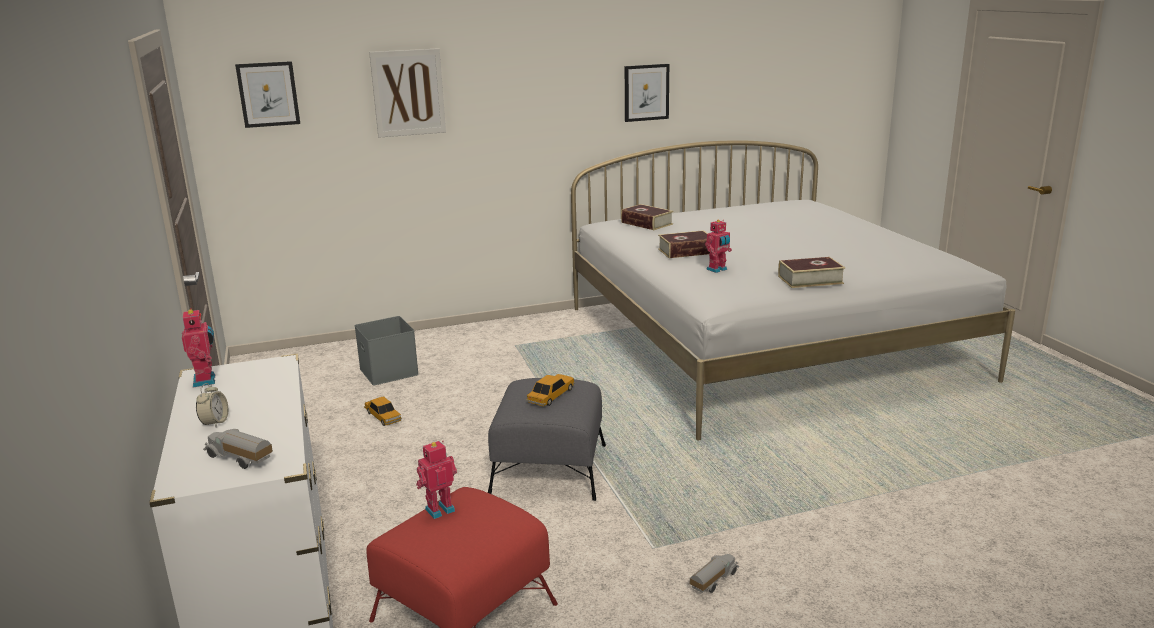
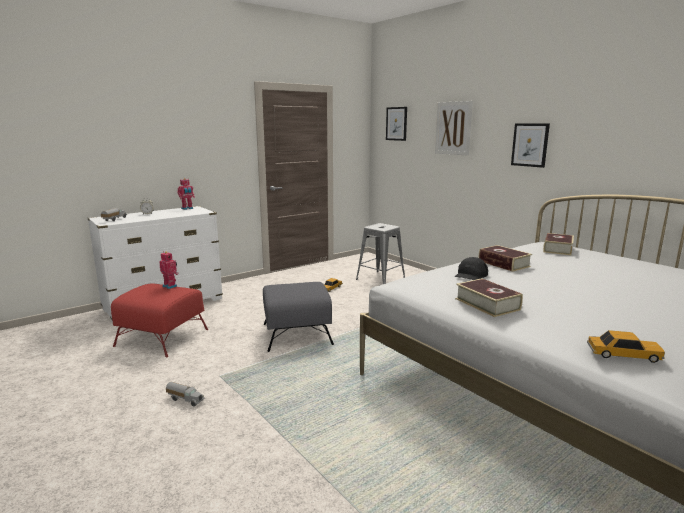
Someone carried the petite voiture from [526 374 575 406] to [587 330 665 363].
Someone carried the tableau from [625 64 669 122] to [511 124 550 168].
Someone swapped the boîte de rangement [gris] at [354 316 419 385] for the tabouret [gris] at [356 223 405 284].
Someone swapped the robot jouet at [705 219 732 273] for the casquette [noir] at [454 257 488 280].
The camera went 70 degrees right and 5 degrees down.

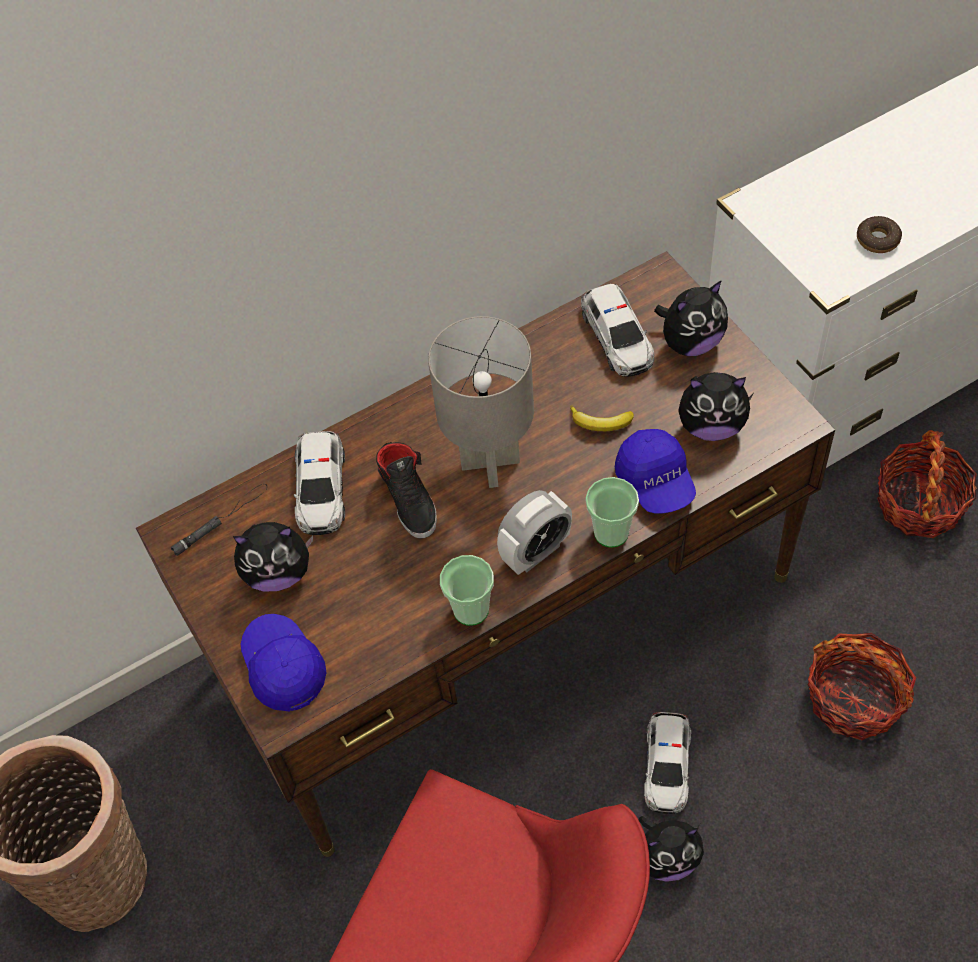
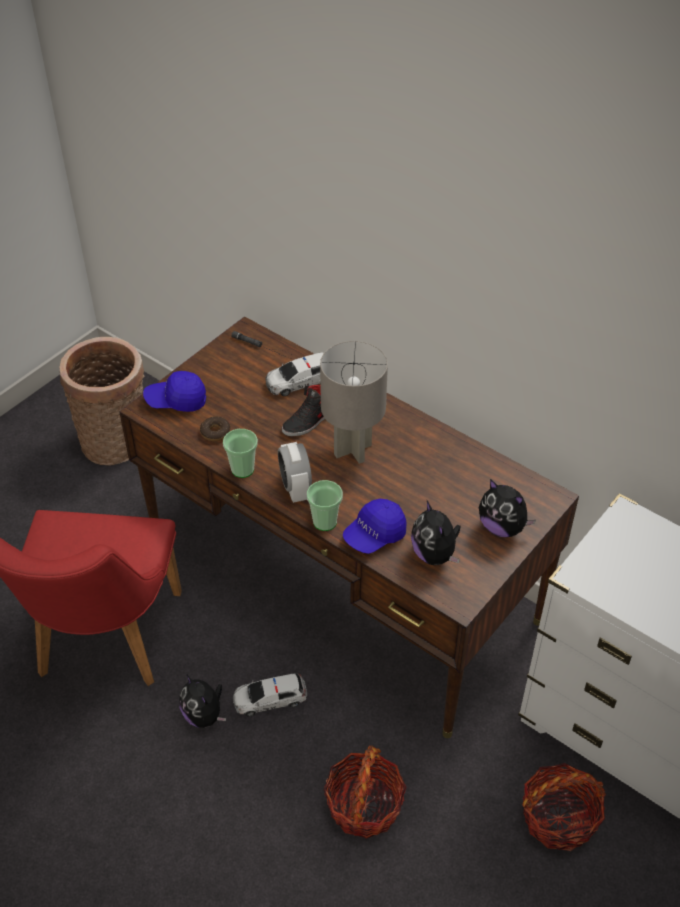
Someone took away the peluche at [233 522 313 592].
Someone took away the banane at [570 405 634 431].
Someone took away the petite voiture at [581 284 654 377].
Someone carried the beignet from [857 216 902 253] to [200 417 230 441].
Someone rotated the casquette [bleu] at [241 614 326 711] by 135 degrees counterclockwise.
Someone rotated the réveil at [497 490 572 575] by 45 degrees clockwise.
The camera went 65 degrees right and 10 degrees down.

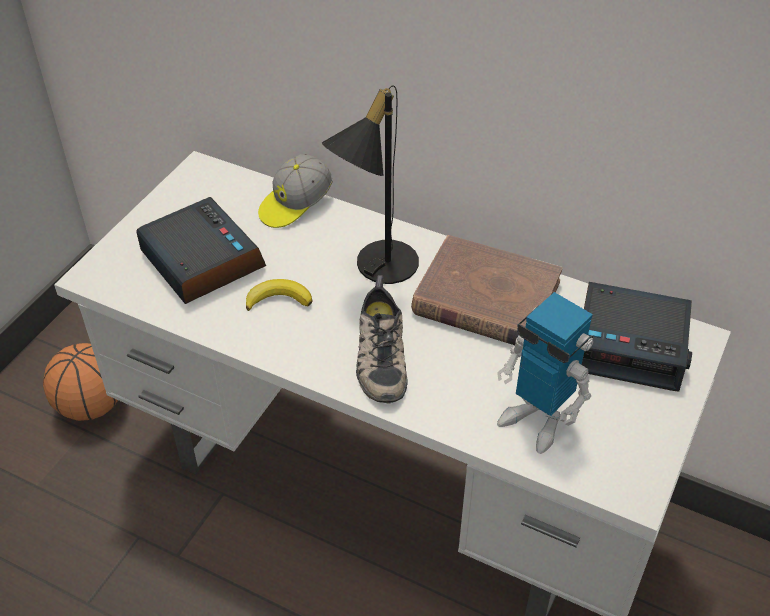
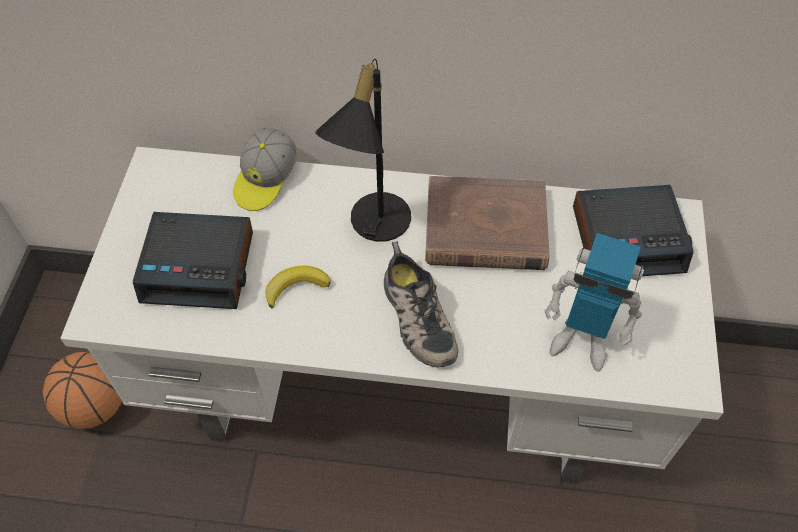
Someone rotated the réveil at [136 197 266 304] by 150 degrees clockwise.
The camera went 20 degrees left and 10 degrees up.

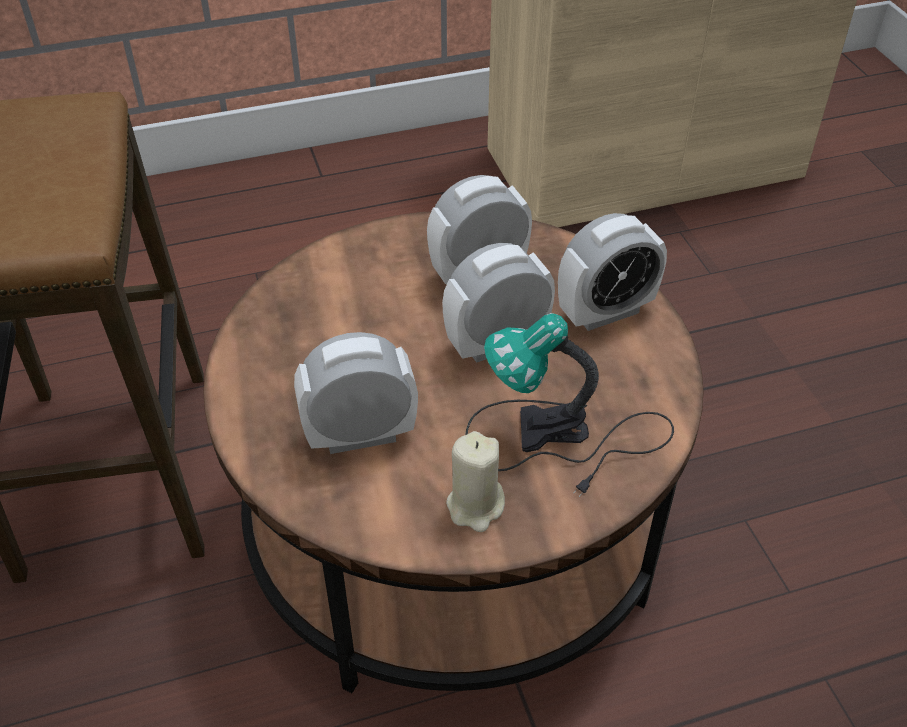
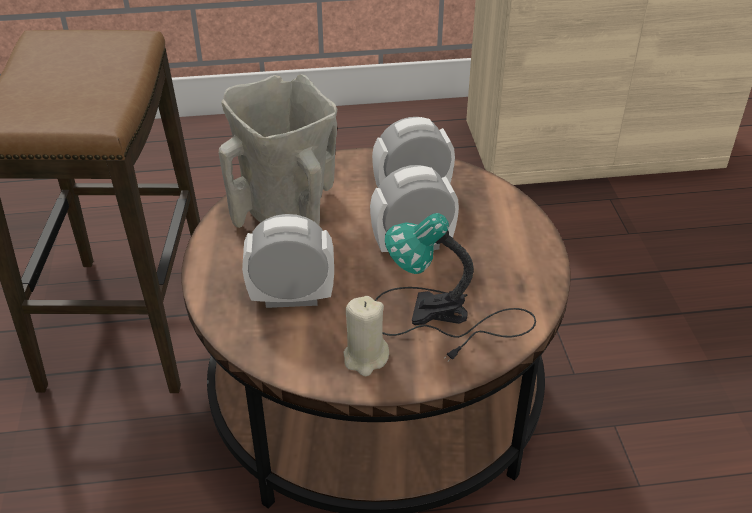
Someone took away the réveil at [558 213 667 331].
Someone put down the vase [beige] at [219 74 337 228].
The camera went 10 degrees right and 5 degrees down.

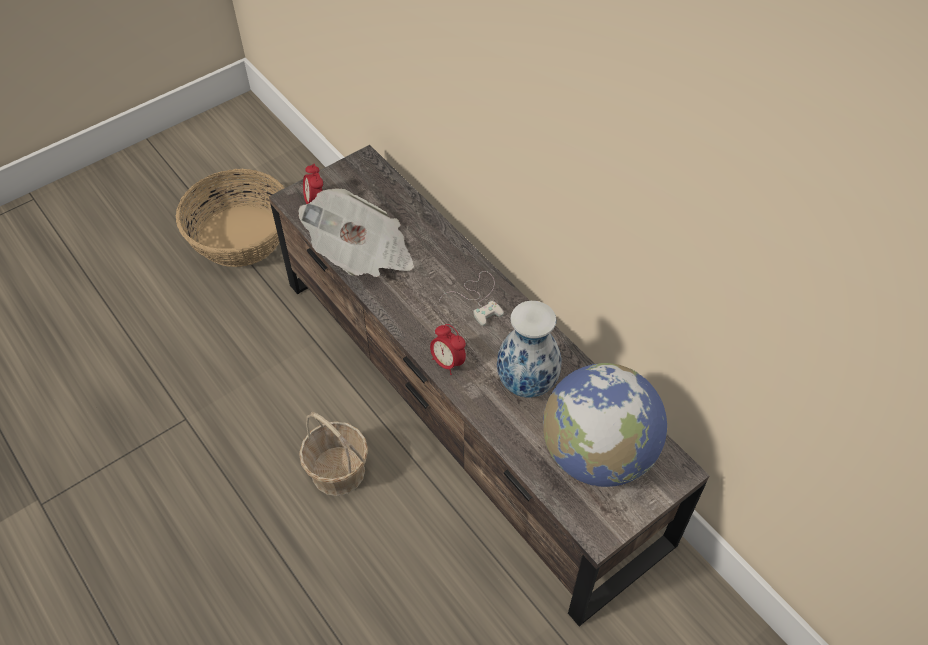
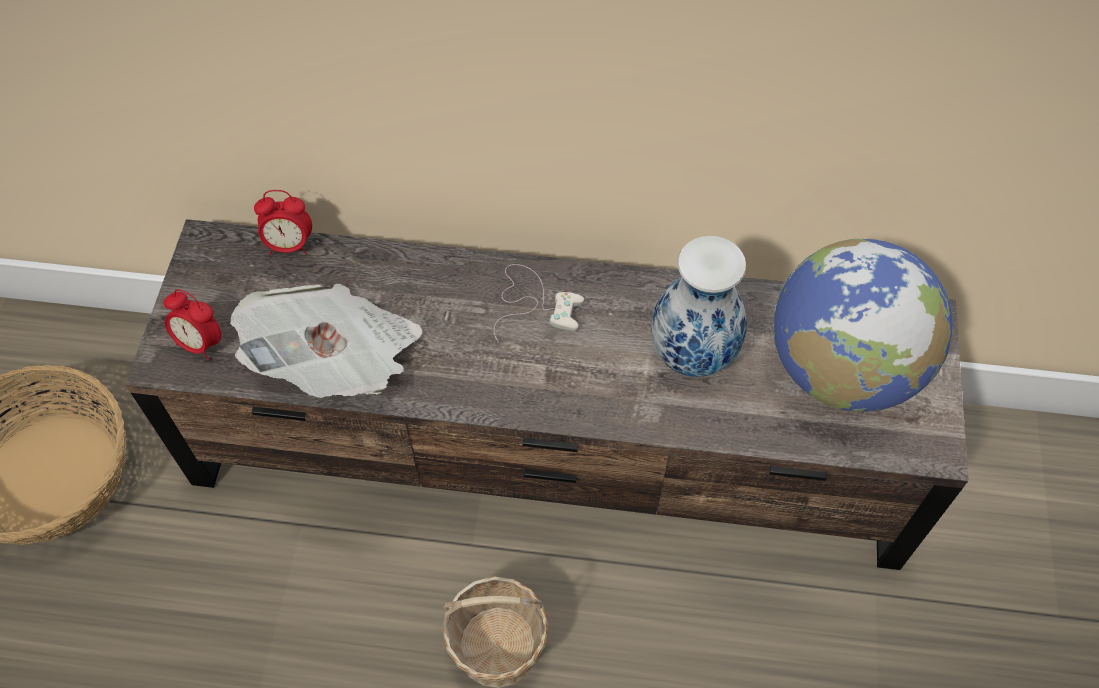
Someone carried the réveil from [430 324 466 375] to [254 190 312 255].
The camera went 45 degrees left and 5 degrees up.

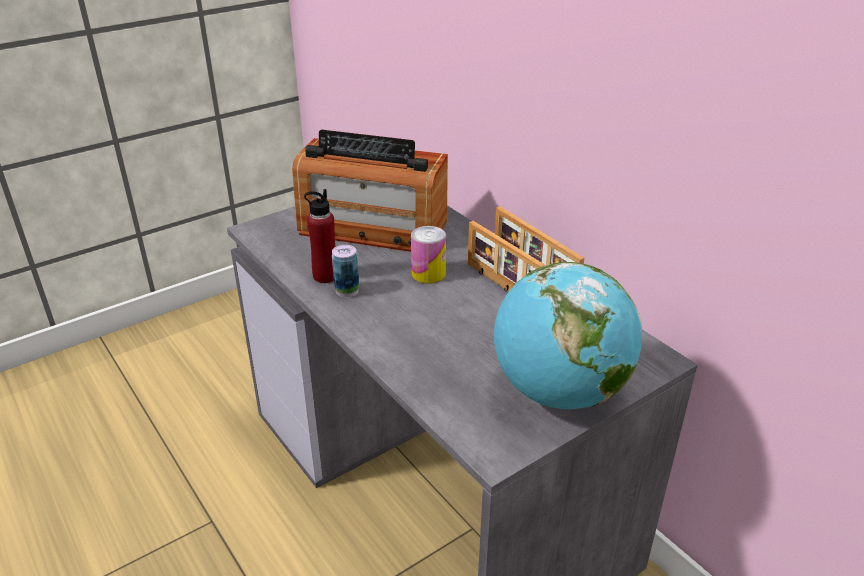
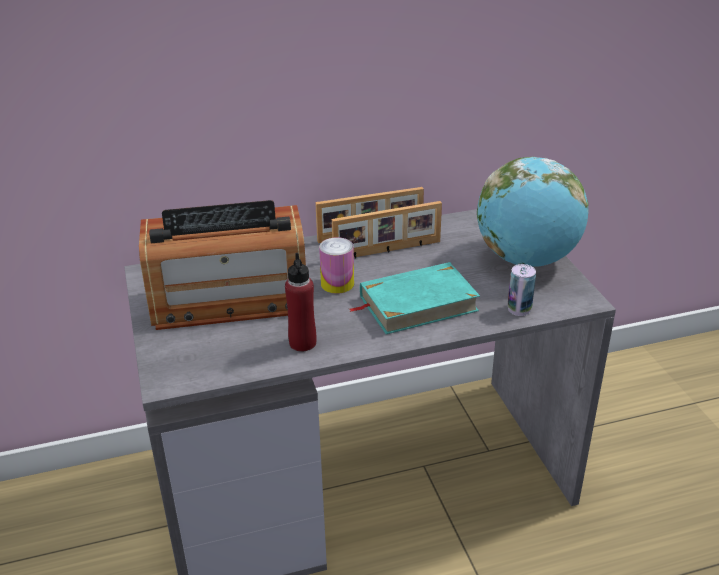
Someone put down the livre [turquoise] at [349 262 480 334].
Someone carried the boîte métallique from [332 245 359 298] to [508 264 536 316].
Someone rotated the radio at [292 130 448 252] by 45 degrees clockwise.
The camera went 70 degrees left and 0 degrees up.

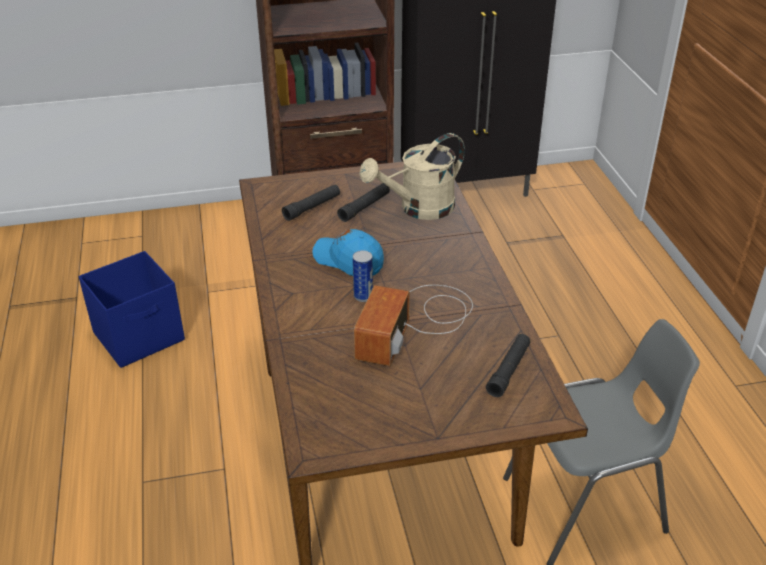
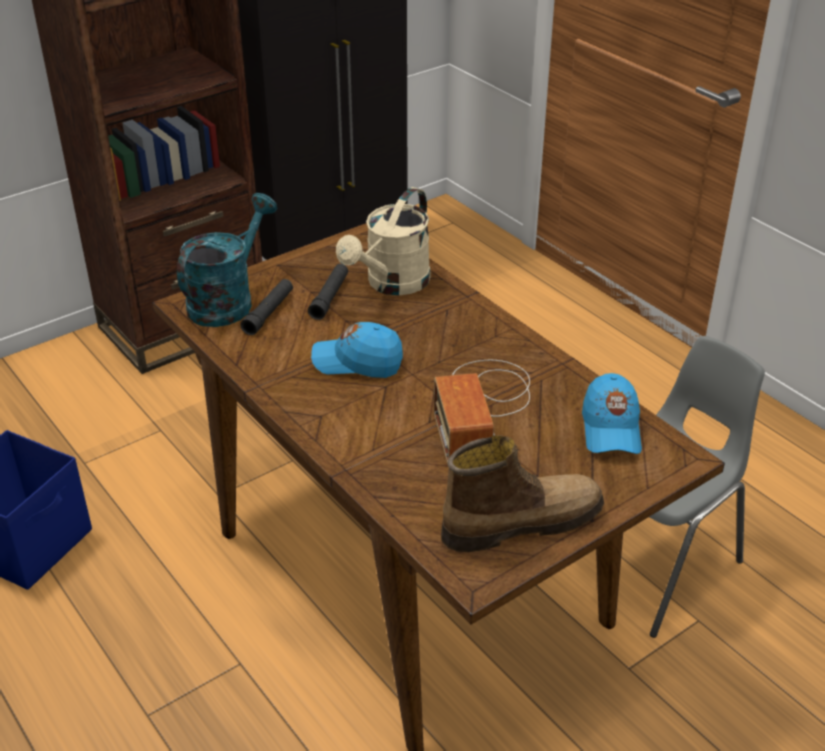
Someone took away the boîte métallique at [353 250 373 302].
Someone put down the arrosoir [turquoise] at [177 193 277 327].
Someone put down the botte at [441 435 604 552].
Someone swapped the lampe de poche [noir] at [486 334 531 397] for the casquette [bleu] at [582 373 642 454].
The camera went 25 degrees left and 0 degrees up.

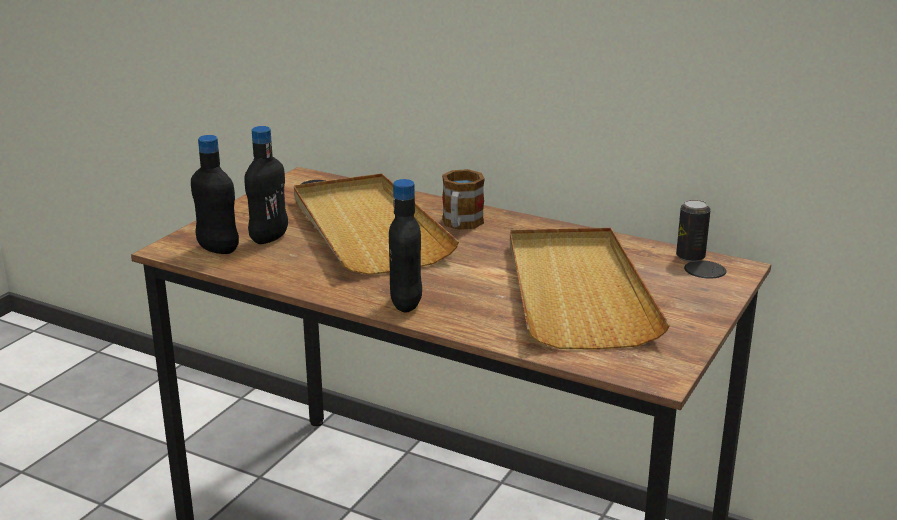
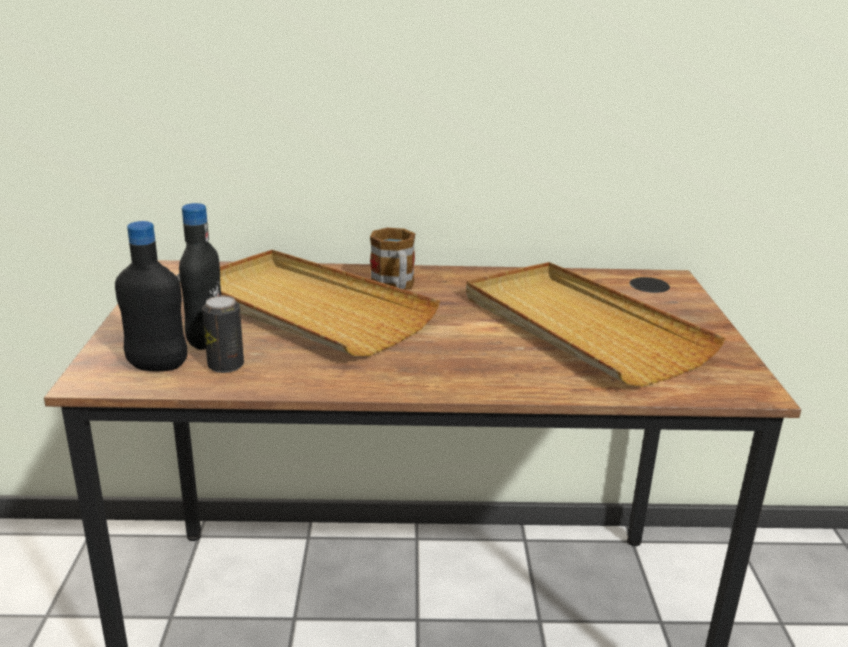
Someone took away the bouteille [noir] at [389 179 422 313].
Someone carried the boîte métallique from [676 200 711 262] to [202 296 244 373].
The camera went 30 degrees left and 0 degrees up.

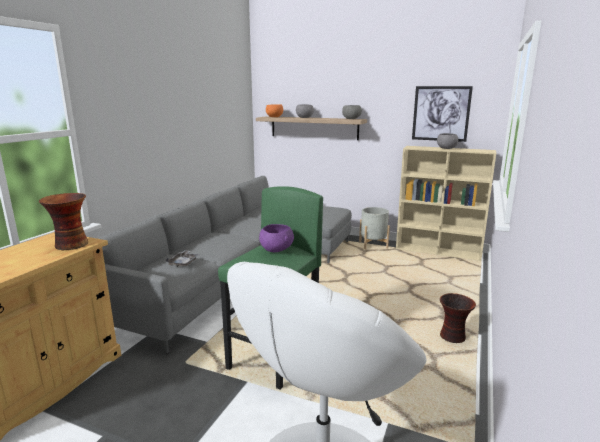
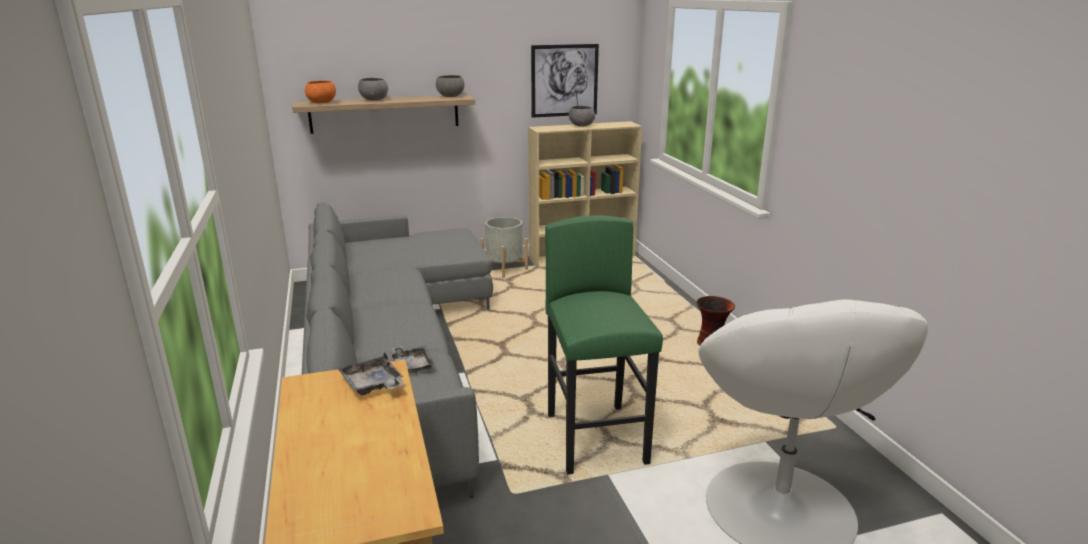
Someone took away the bol [violet] at [259 224 294 252].
Someone swapped the vase at [39 193 88 250] for the plateau [gris] at [338 352 405 395].
The camera went 40 degrees left and 5 degrees up.

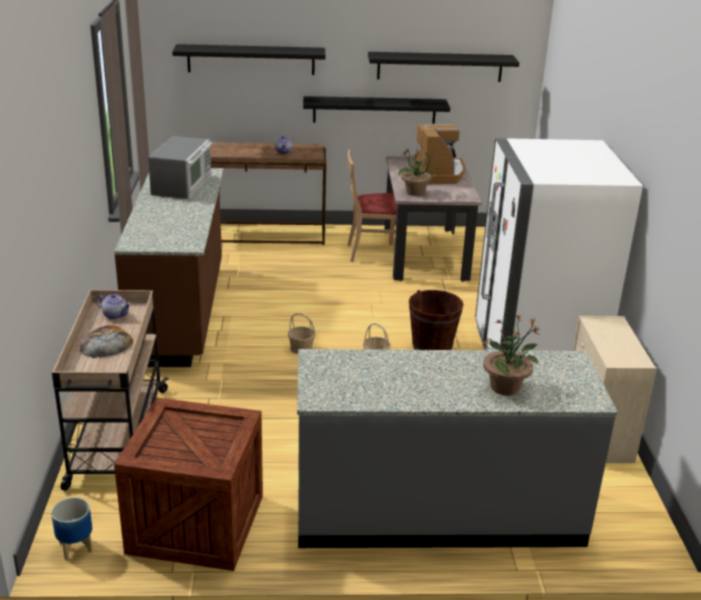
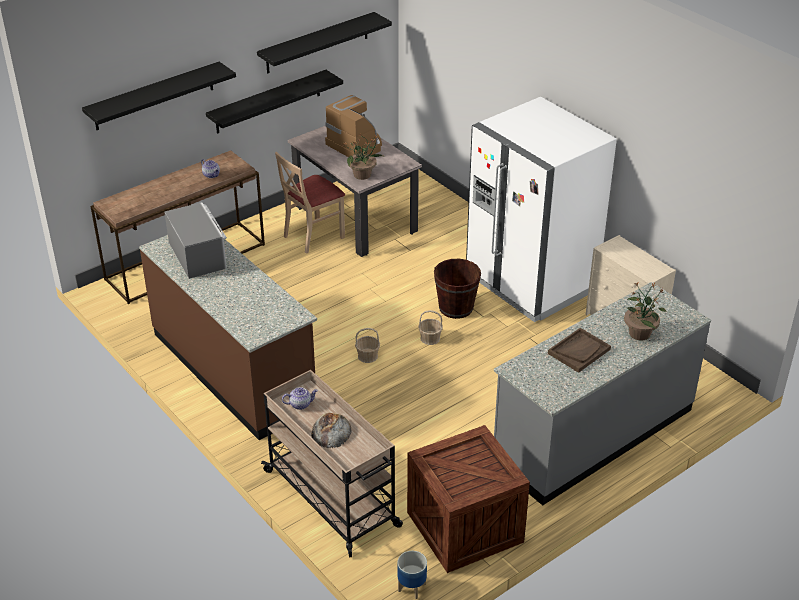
Someone put down the plateau [marron] at [548 328 611 373].
The camera went 35 degrees left and 10 degrees up.

